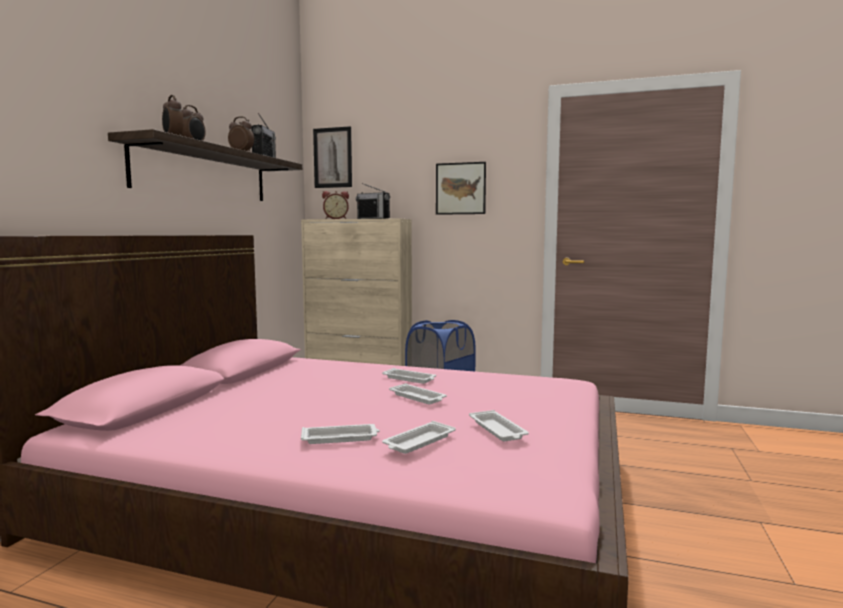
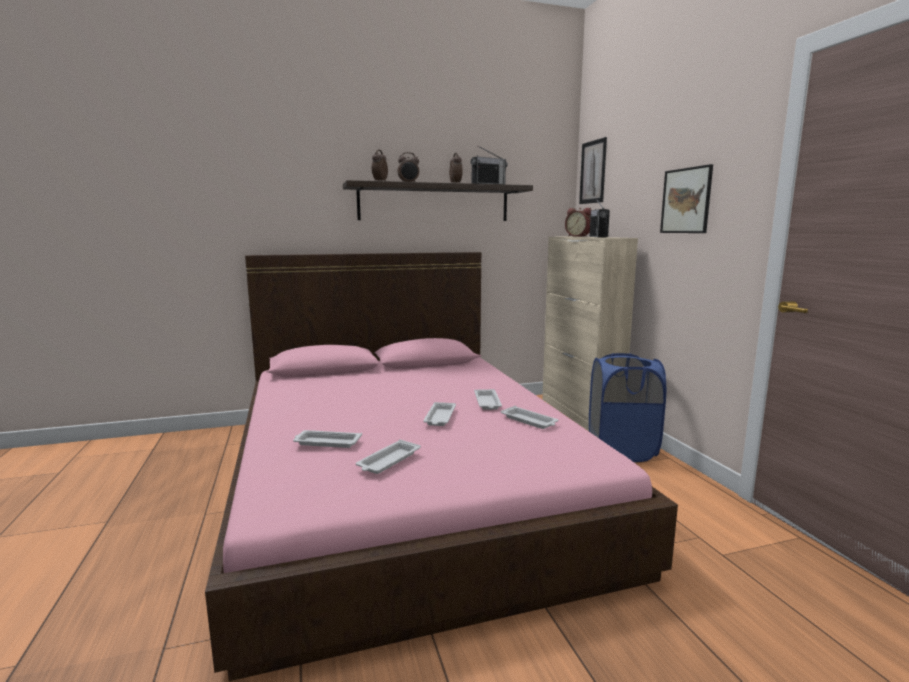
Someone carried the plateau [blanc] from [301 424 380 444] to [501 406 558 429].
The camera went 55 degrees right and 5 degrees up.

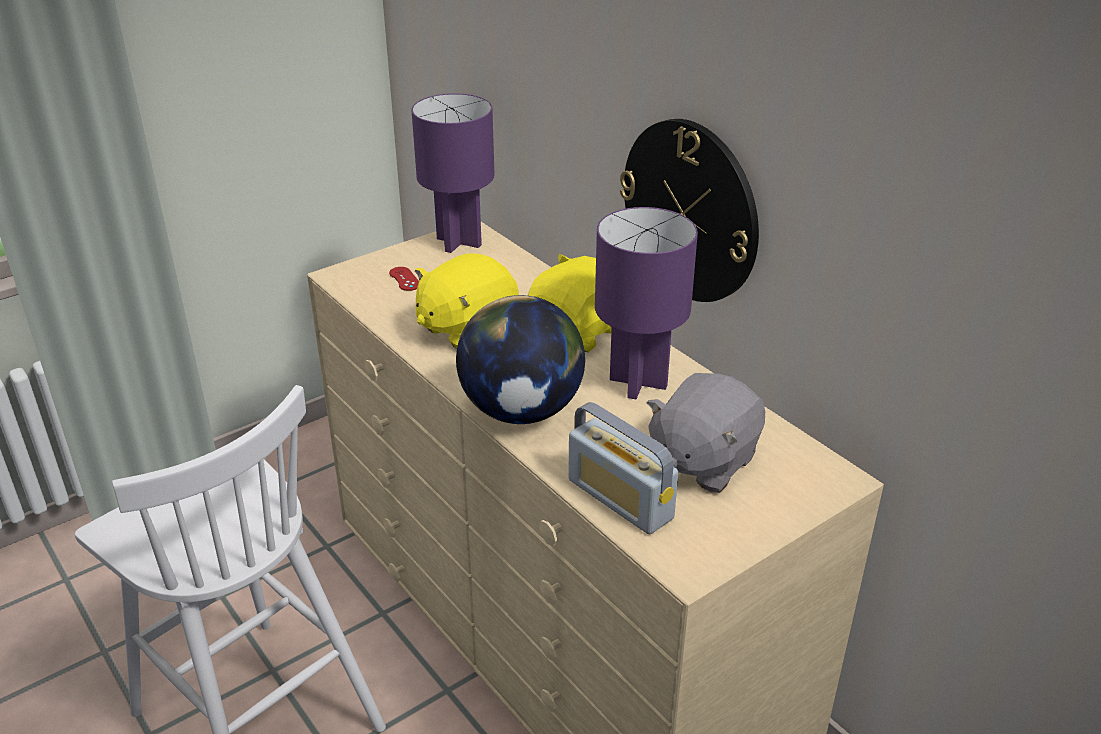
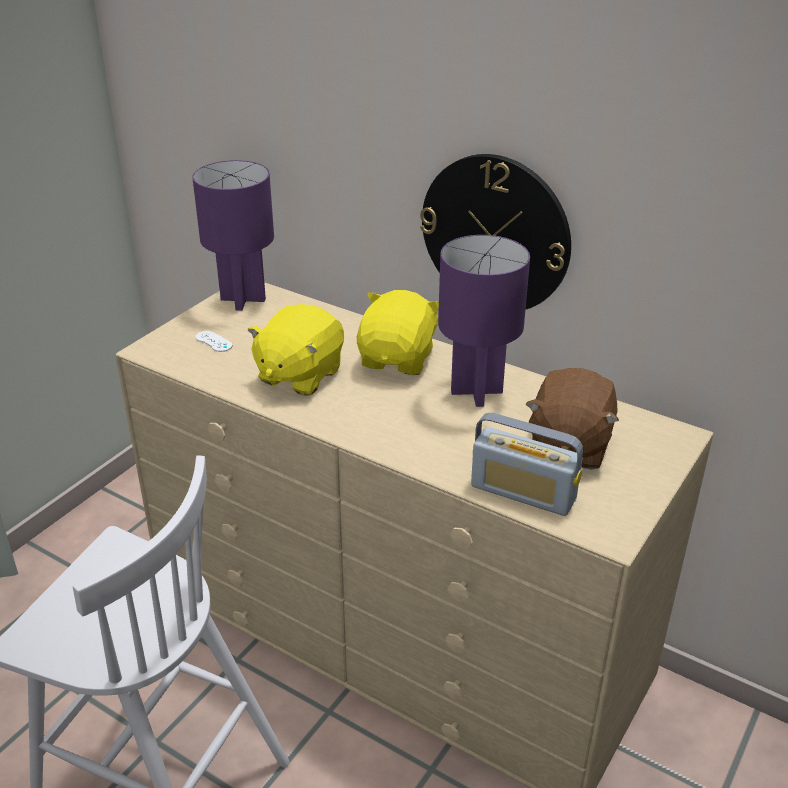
Someone took away the globe at [456 295 585 424].
Someone repainted the manette [rouge] at [389 267 419 291], which became the manette [blanc] at [195 331 232 352].
Someone repainted the peluche [gris] at [647 373 765 493], which became the peluche [marron] at [526 368 619 470].
The camera went 20 degrees left and 0 degrees up.

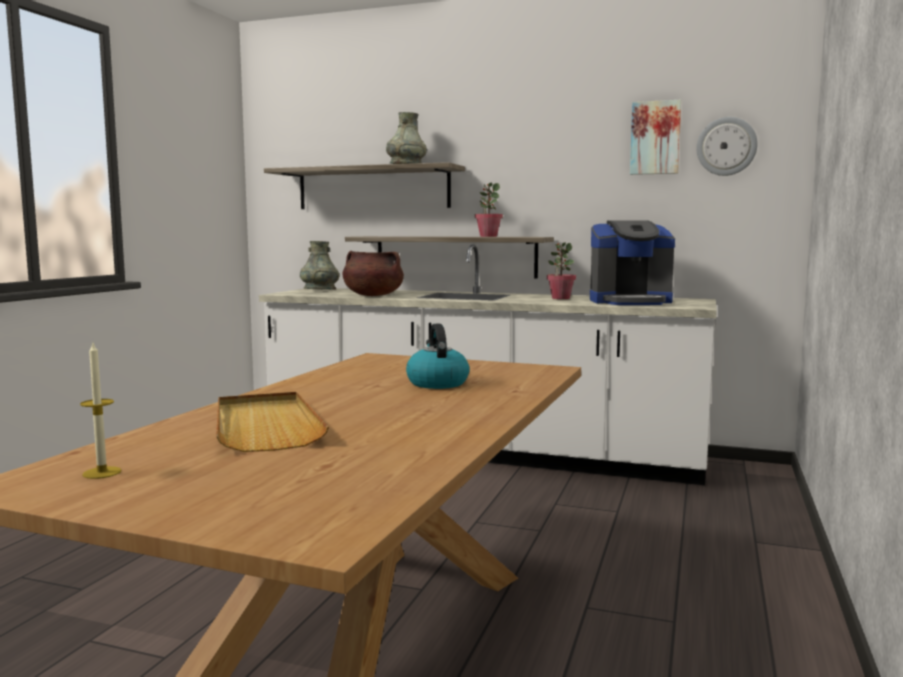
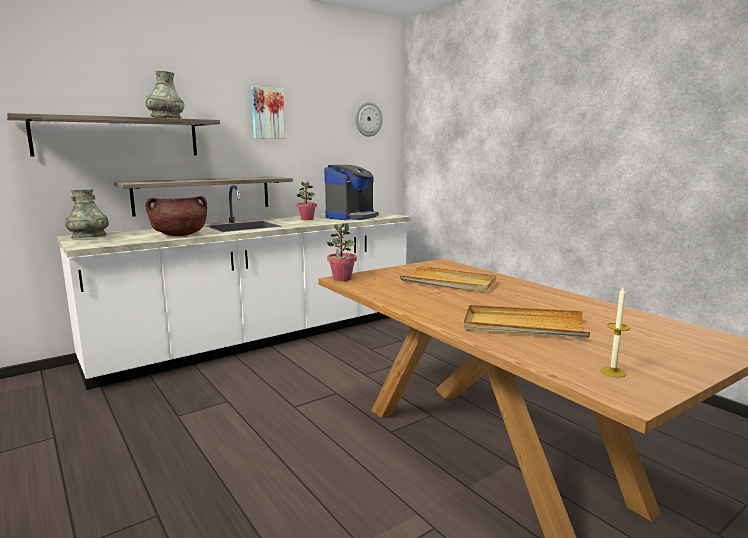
Someone carried the plante en pot from [475 183 503 237] to [327 223 357 281].
Someone carried the tableau from [630 99 681 175] to [251 86 285 139].
Someone swapped the bouilloire at [406 324 470 389] for the plateau [beige] at [400 266 496 293].
The camera went 55 degrees left and 5 degrees up.

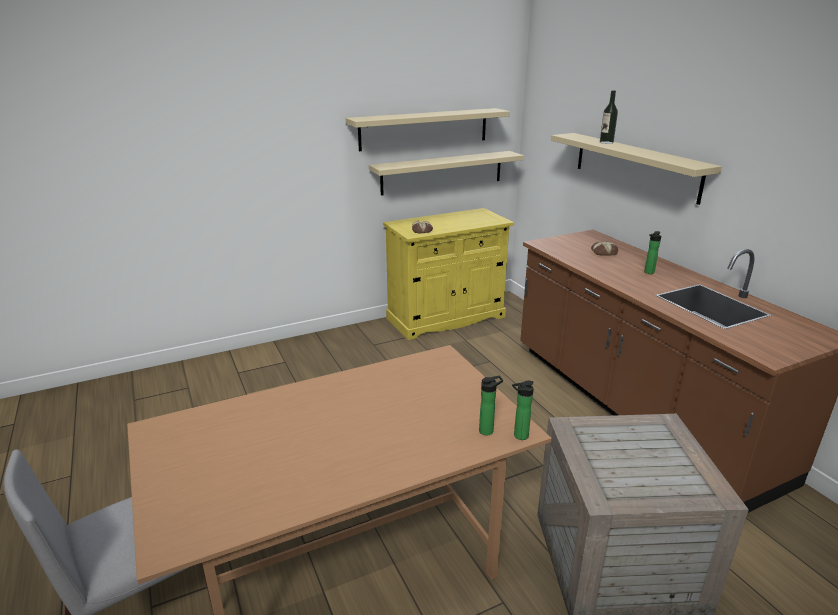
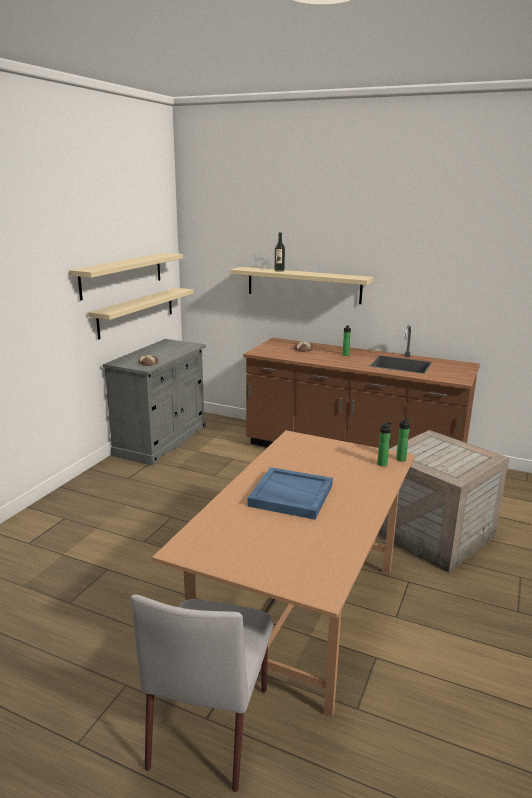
Someone put down the plateau [bleu] at [247 467 333 520].
Someone repainted the meuble de rangement [jaune] at [383 208 514 340], which became the meuble de rangement [gris] at [103 339 206 465].
The camera went 40 degrees left and 5 degrees down.

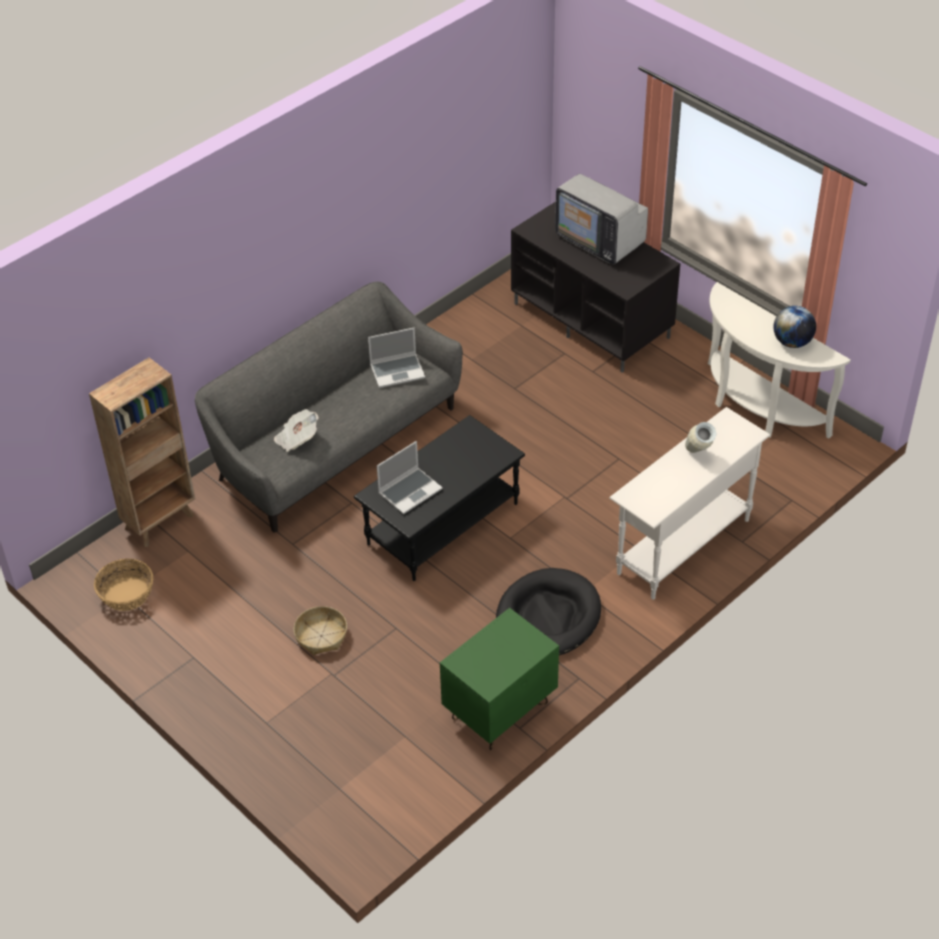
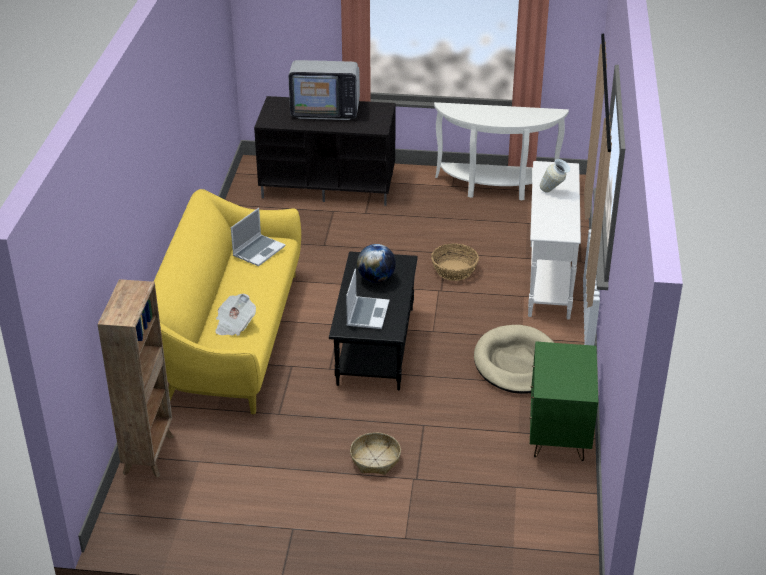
Someone carried the panier from [94 559 153 611] to [431 244 479 281].
Someone carried the globe from [774 306 816 348] to [357 244 396 283].
Someone repainted the canapé [gris] at [195 282 463 533], which became the canapé [jaune] at [154 189 301 414].
Someone repainted the panier pour chien [noir] at [496 568 601 655], which became the panier pour chien [beige] at [474 325 554 394].
The camera went 40 degrees left and 10 degrees down.

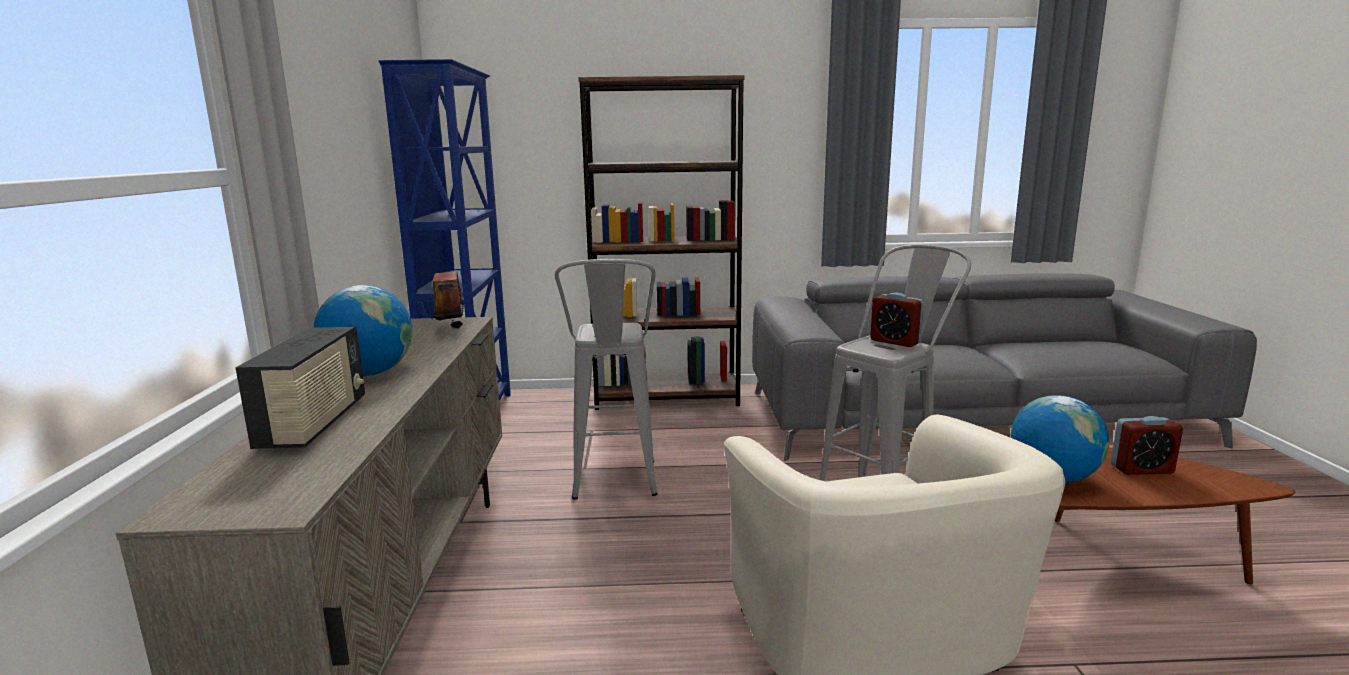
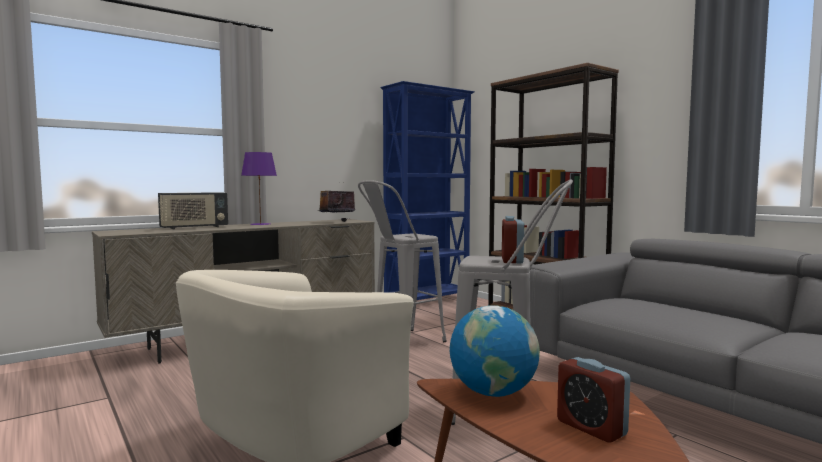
Someone swapped the globe at [314 285 412 376] for the lampe de table [violet] at [241 152 277 225].
The camera went 55 degrees right and 10 degrees down.

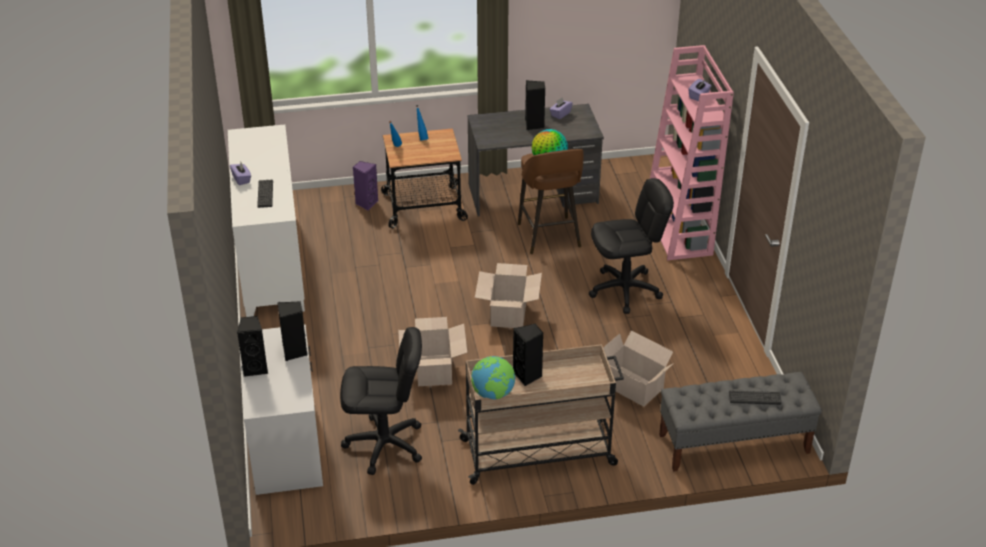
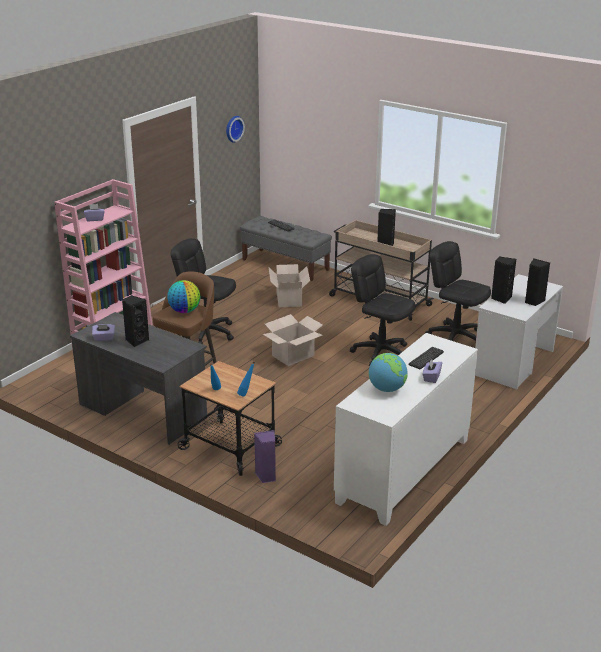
Someone put up the horloge murale at [226 116 245 143].
Someone carried the globe from [471 356 515 399] to [368 353 408 392].
Someone swapped the carton at [398 317 467 386] for the chaise de bureau [noir] at [350 254 415 366].
The camera went 135 degrees left and 10 degrees down.

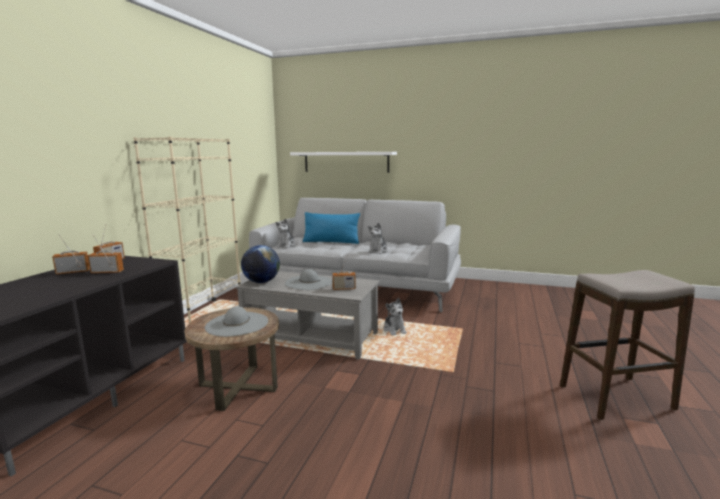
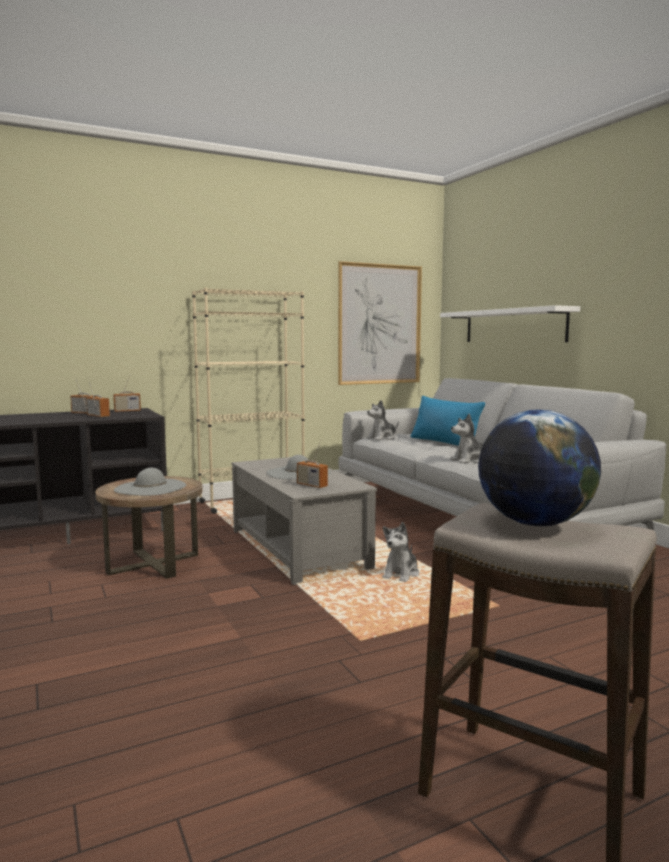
Someone put up the tableau at [338 261 422 385].
Someone carried the globe from [241 245 280 283] to [478 410 601 526].
The camera went 45 degrees right and 5 degrees down.

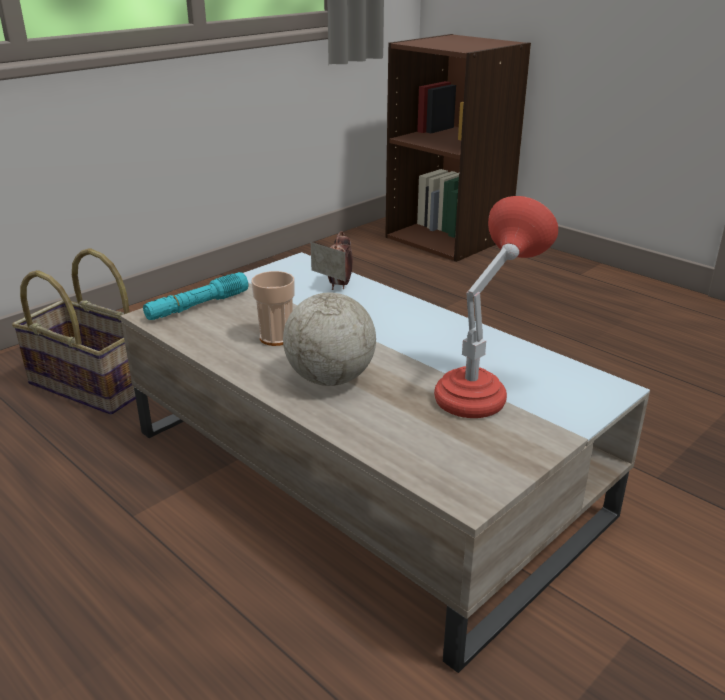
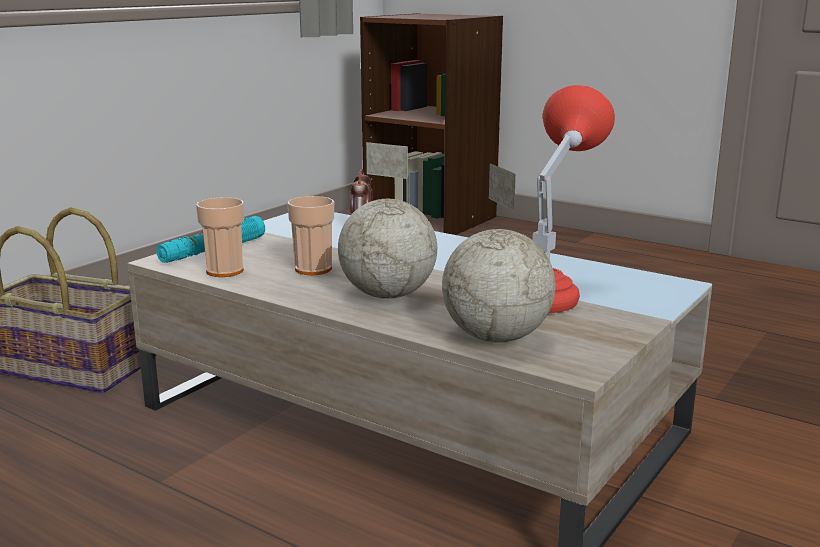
Someone put down the tasse at [196 197 244 277].
Someone put down the globe at [442 163 556 343].
The camera went 10 degrees left and 10 degrees down.

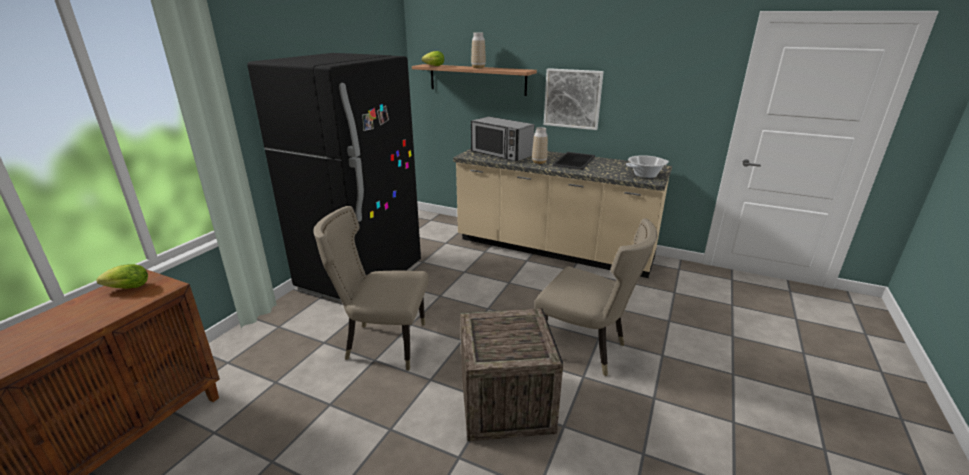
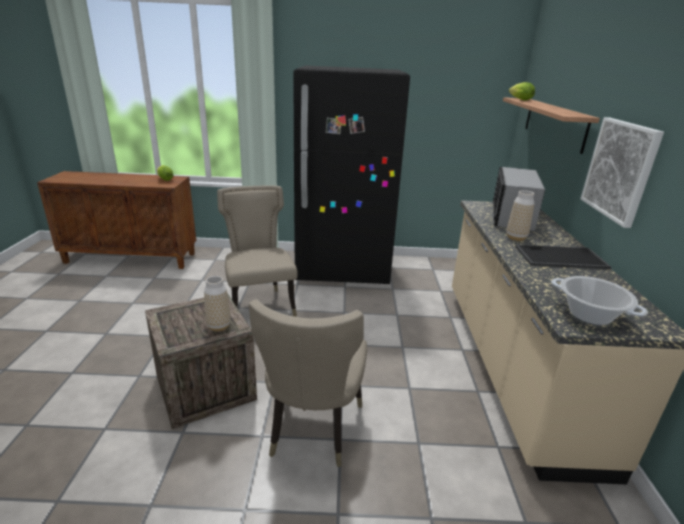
Someone carried the vase from [471 32 486 68] to [204 276 231 332].
The camera went 65 degrees right and 0 degrees up.

